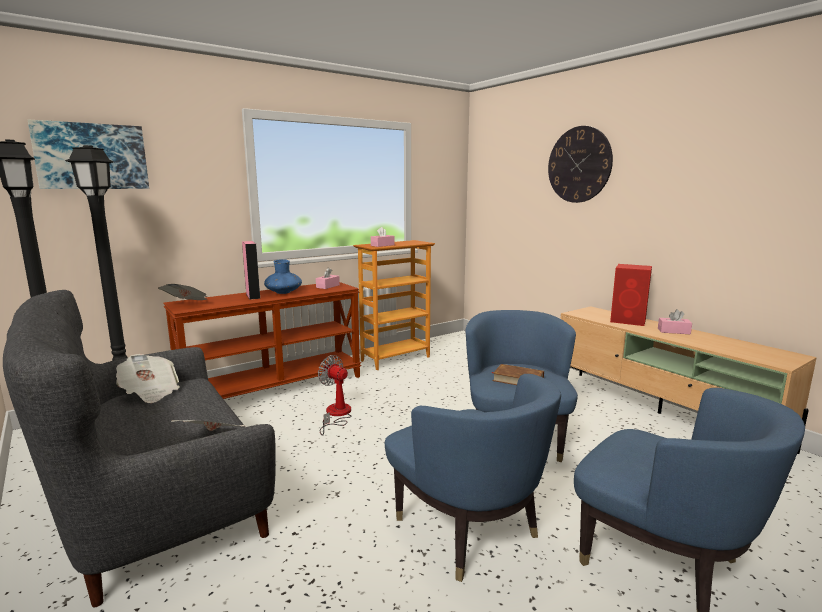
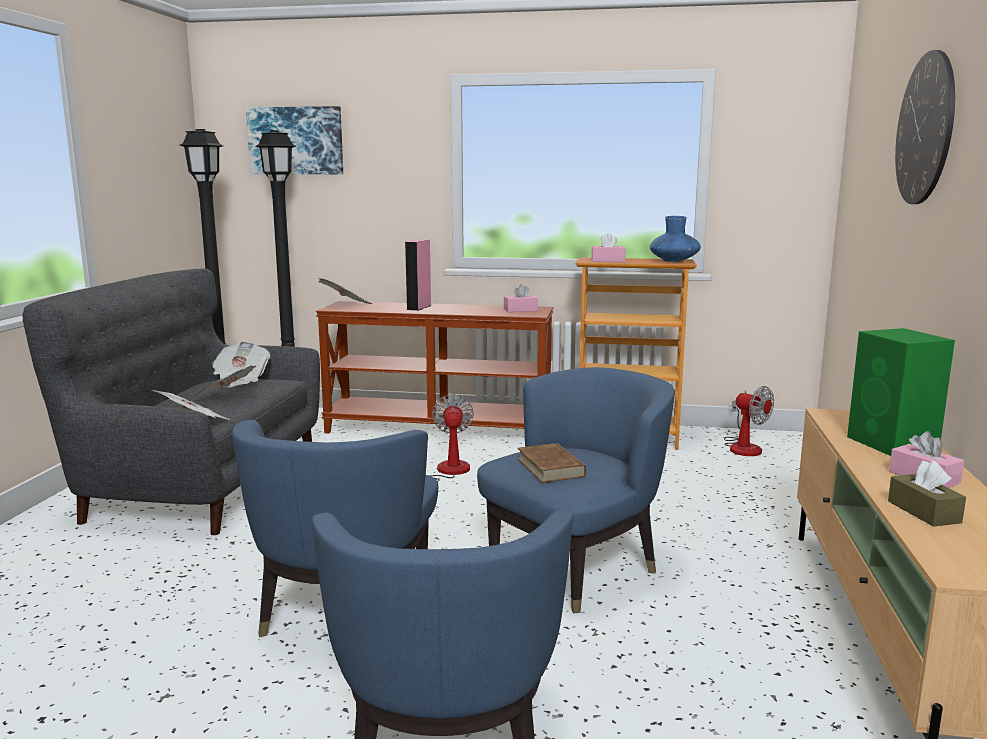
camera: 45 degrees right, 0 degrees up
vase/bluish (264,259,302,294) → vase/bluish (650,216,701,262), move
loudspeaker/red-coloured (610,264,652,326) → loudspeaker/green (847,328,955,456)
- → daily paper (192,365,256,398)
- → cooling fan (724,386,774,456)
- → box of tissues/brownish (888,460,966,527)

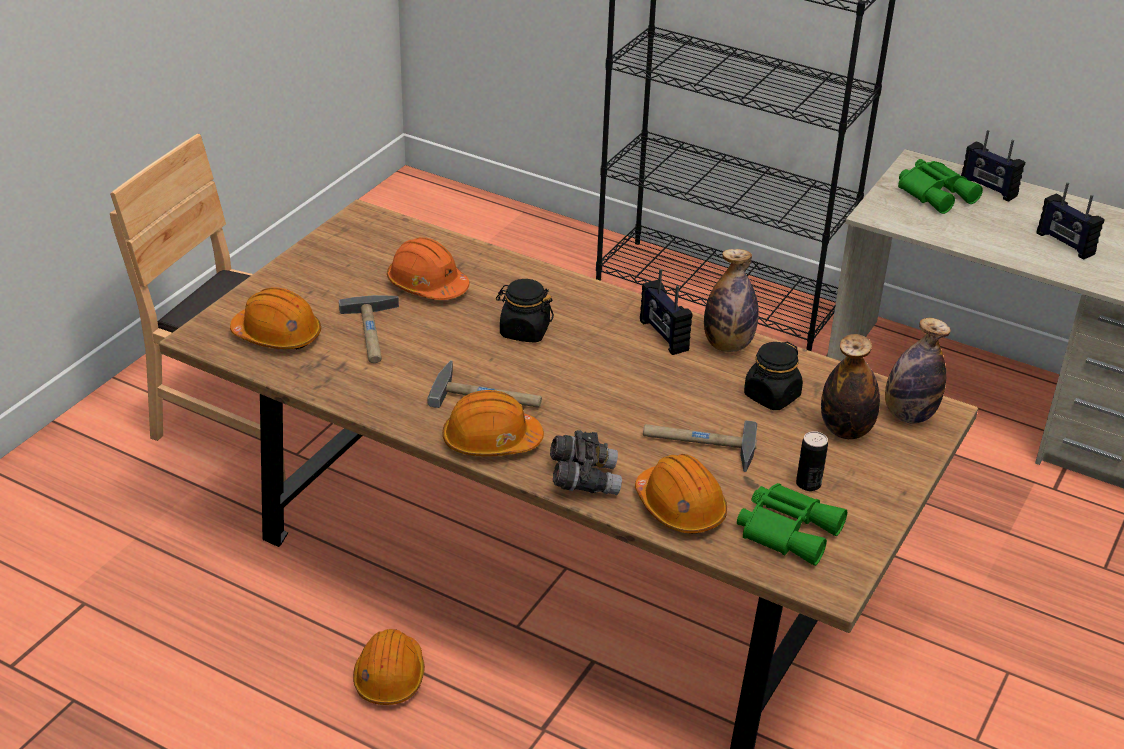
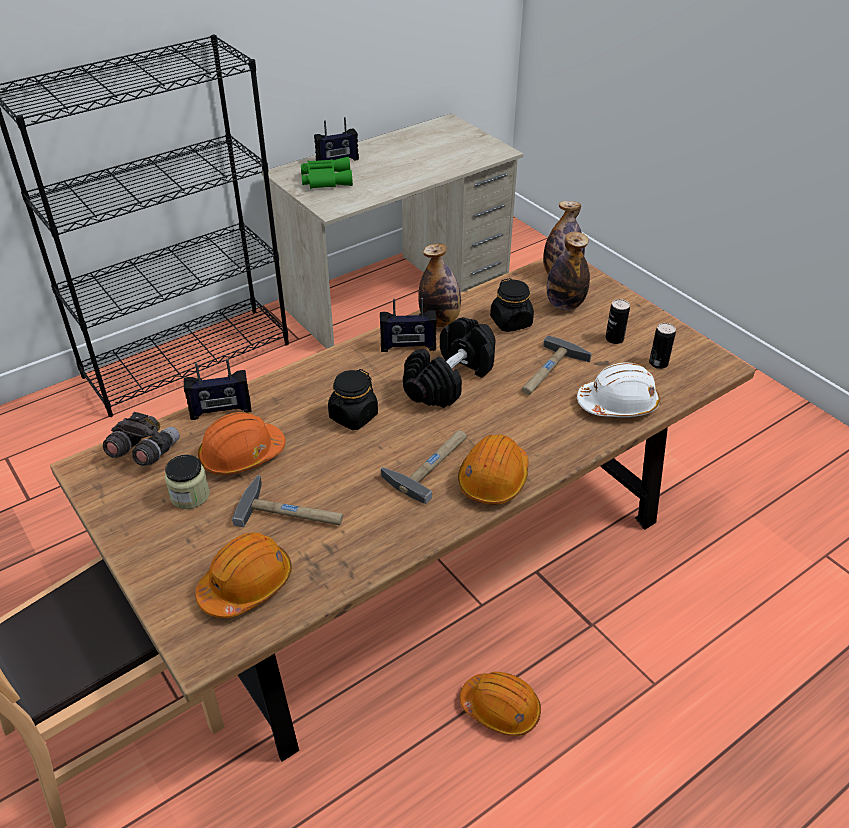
camera: 65 degrees left, 5 degrees up
radio (1037,182,1105,259) → radio (184,359,251,420), move
pair of binoculars/gray (550,430,622,495) → pair of binoculars/gray (103,412,180,466), move
safety helmet/orange-coloured (635,454,727,534) → safety helmet/white (577,362,660,417)
pair of binoculars/green (737,483,847,566) → sealed can (649,323,676,369)
- → dumbbell/black-coloured (403,317,496,408)
- → storage jar (165,455,209,509)

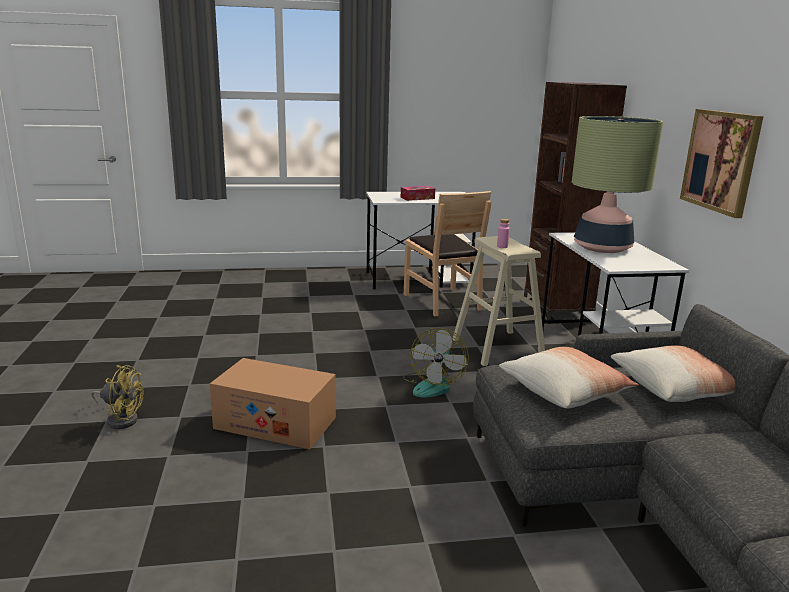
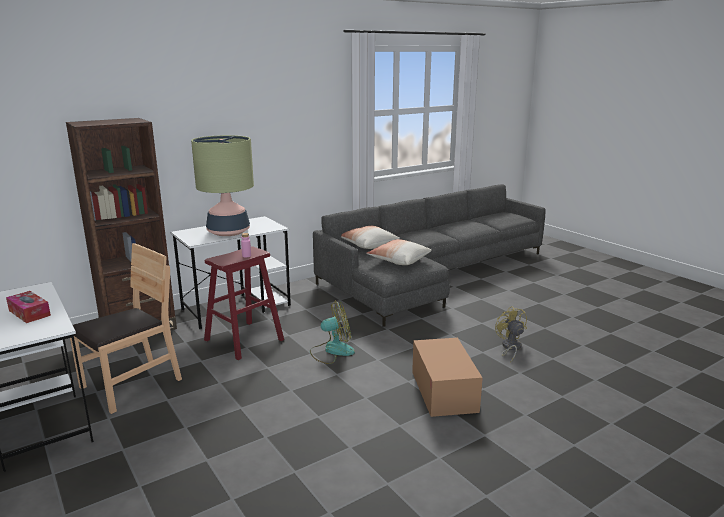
camera: 115 degrees left, 0 degrees up
wall picture (680,109,764,218) → -
stool/beige-coloured (452,236,545,366) → stool/red-coloured (204,247,284,360)
cooling fan/yellow-coloured (91,365,144,429) → cooling fan/yellow-coloured (495,306,527,363), move

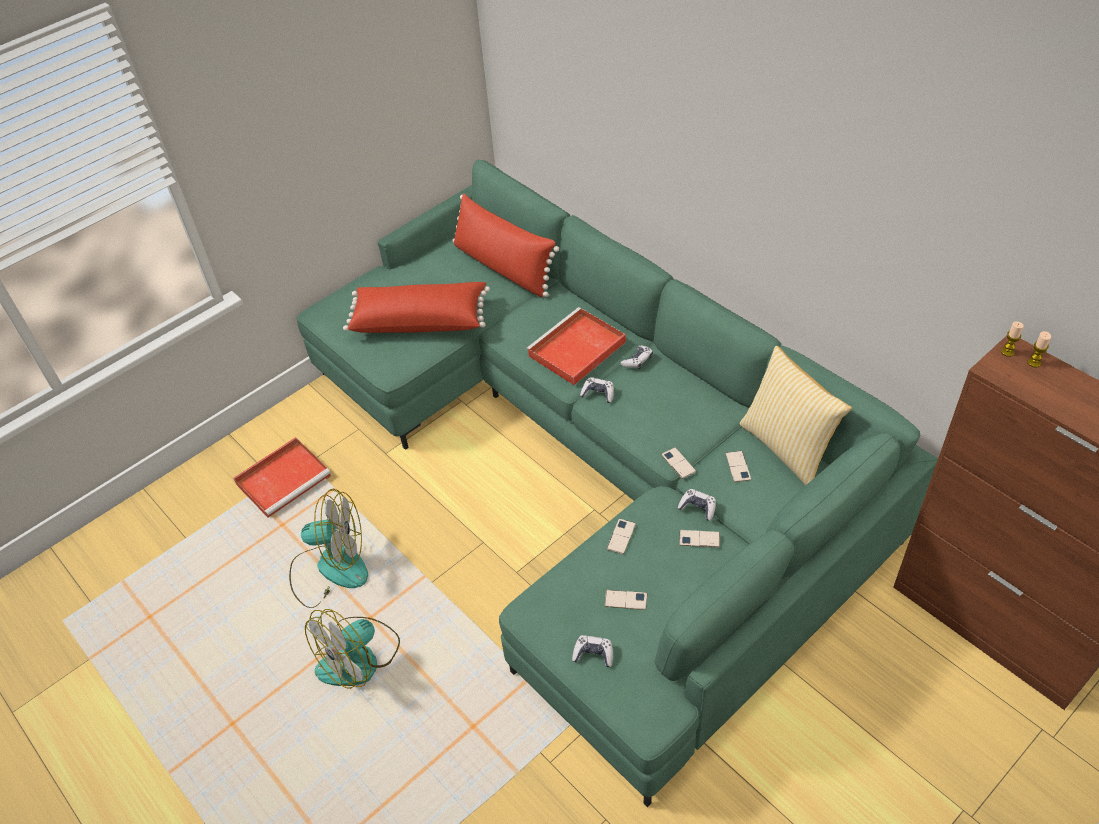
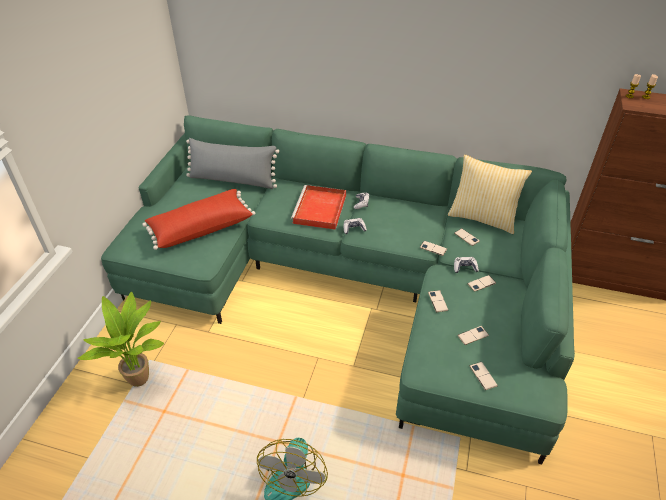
camera: 35 degrees left, 5 degrees down
throw pillow/red-coloured (452,193,559,297) → throw pillow/gray (186,138,279,189)
carrying tray/red-coloured (233,437,331,518) → potted plant (77,292,164,387)
cooling fan (289,489,368,608) → -
joypad (572,635,613,667) → phone (470,362,498,390)

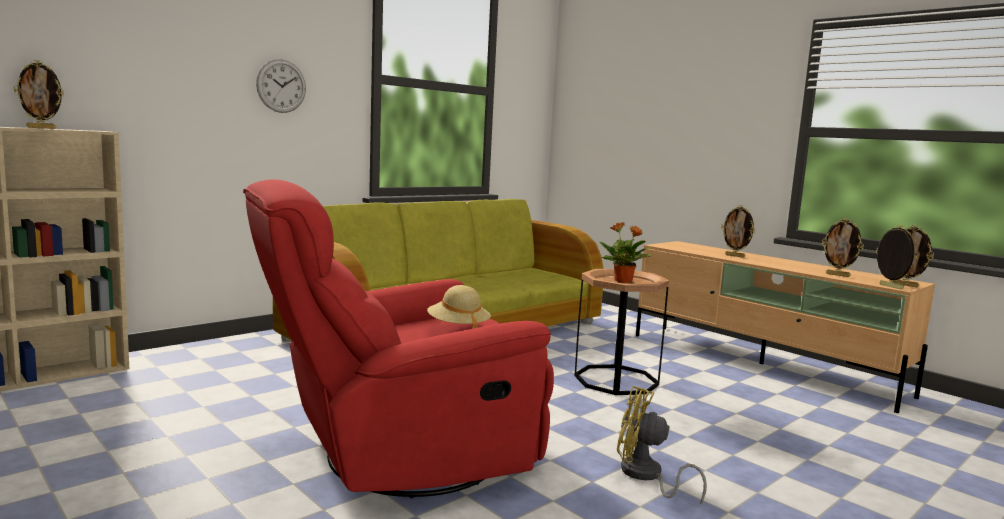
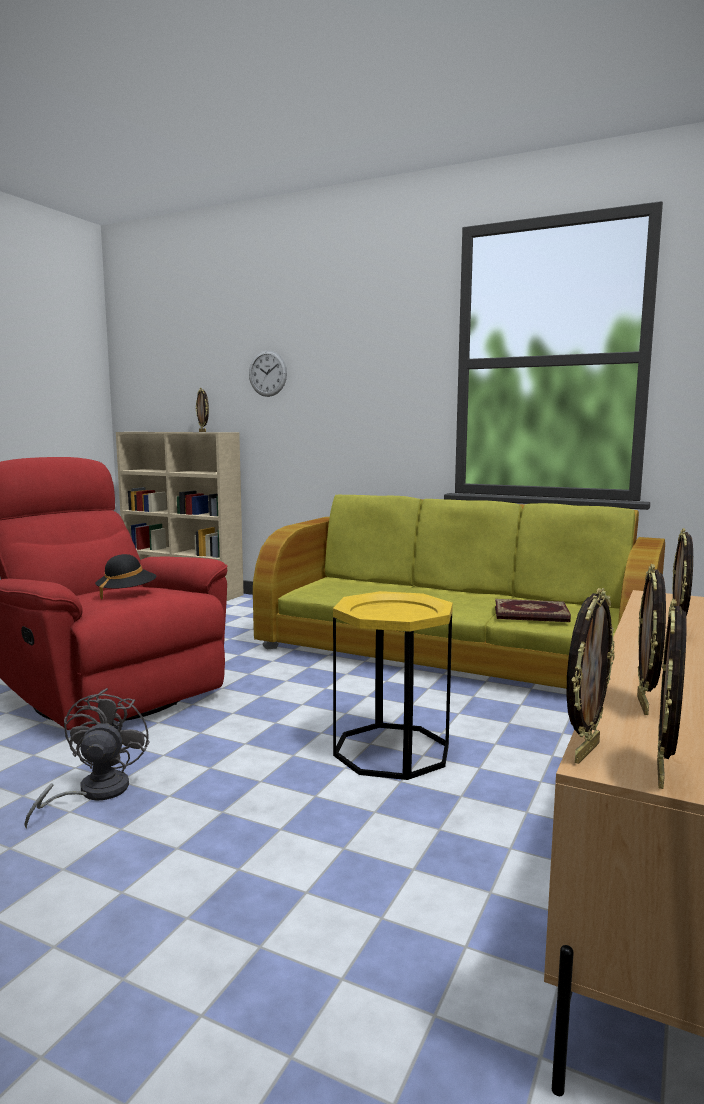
camera: 70 degrees right, 0 degrees up
hanging clock (256,59,306,113) → hanging clock (249,350,287,397), move
potted plant (600,222,652,283) → -
accent table/brownish (574,269,669,395) → accent table/yellow-coloured (333,591,453,780)
wearable hat/beige-coloured (427,285,491,329) → wearable hat/black-coloured (95,554,157,599)
cooling fan/yellow-coloured (617,386,707,505) → cooling fan/gray (24,688,150,829)
- → book (495,599,571,622)

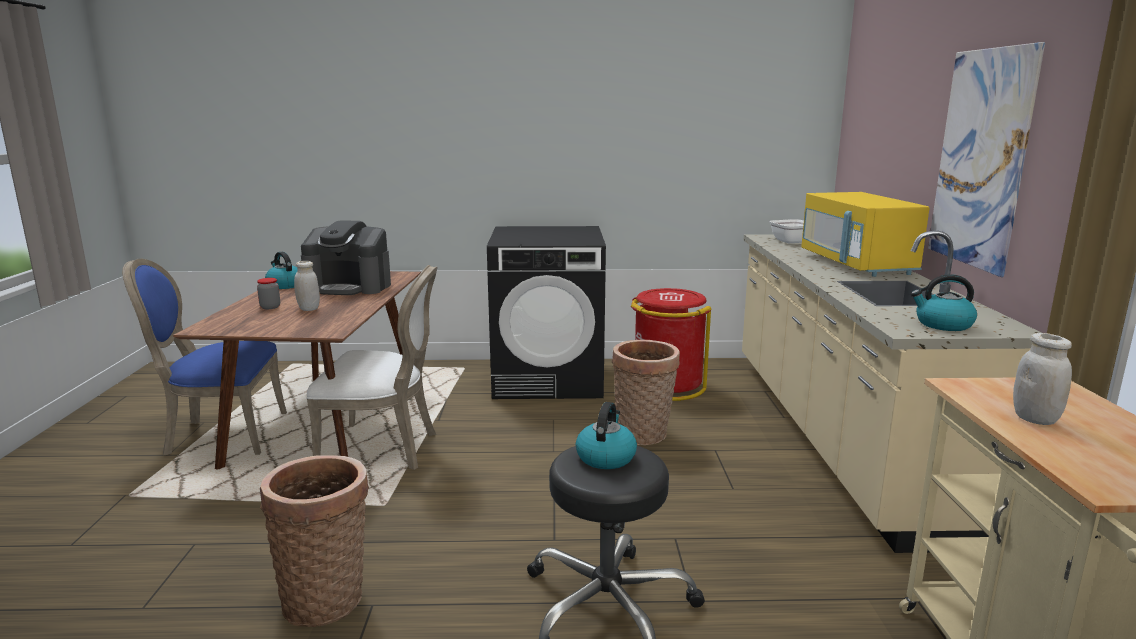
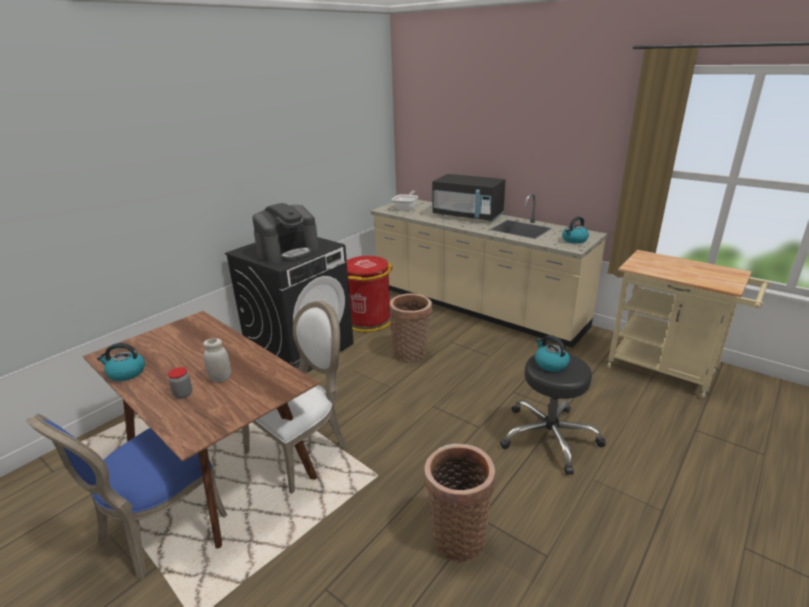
camera: 50 degrees left, 10 degrees up
wall picture (928,42,1045,277) → -
microwave/yellow-coloured (801,192,930,277) → microwave/black-coloured (432,174,505,222)
coffee machine (301,220,391,295) → coffee machine (252,203,319,263), move
storage jar/white (1013,333,1072,425) → -

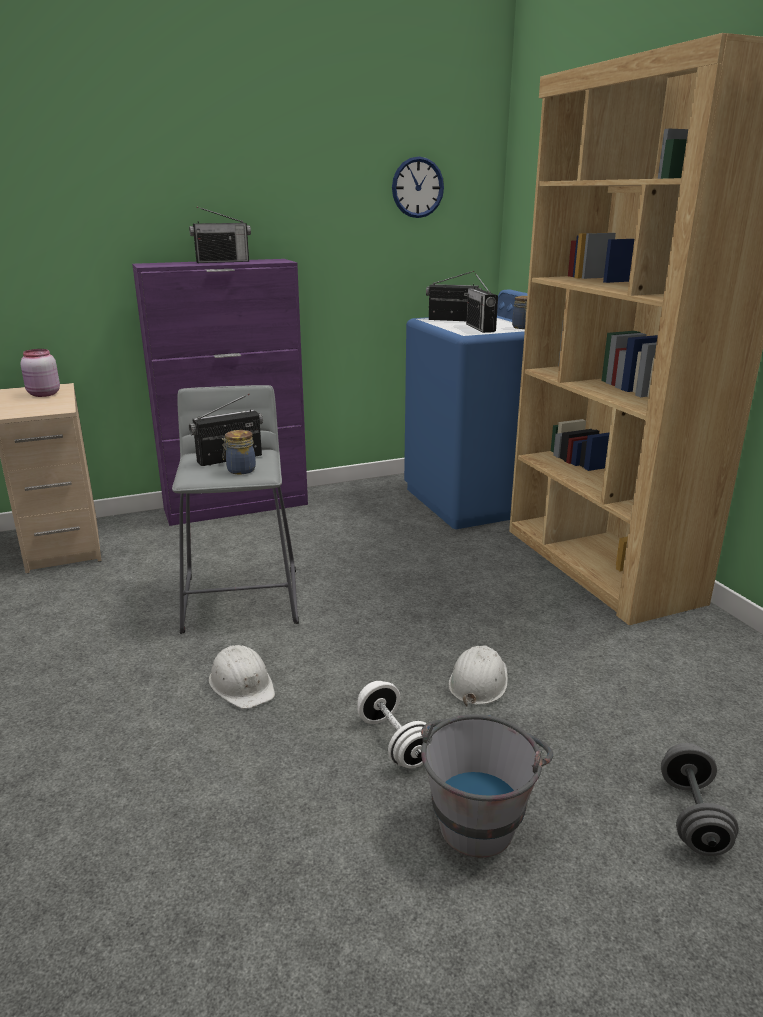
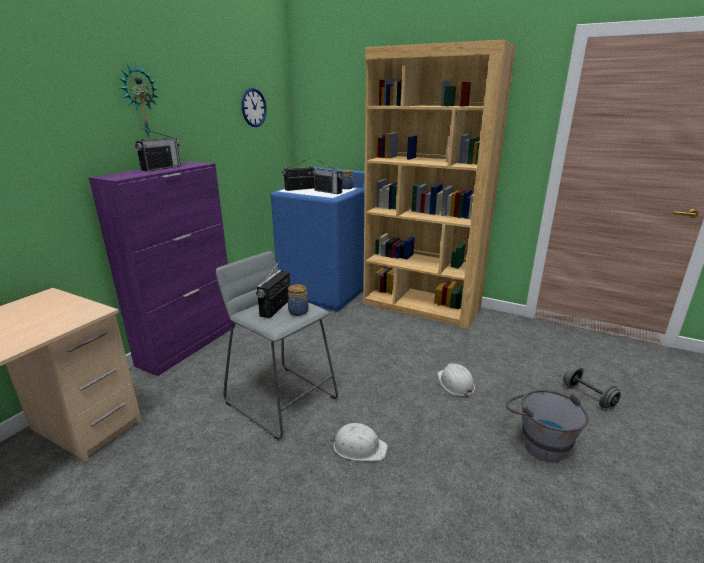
camera: 40 degrees left, 0 degrees up
storage jar/pinkish (21,349,60,397) → -
dumbbell/white (357,681,427,768) → -
- → hanging clock (119,63,159,140)

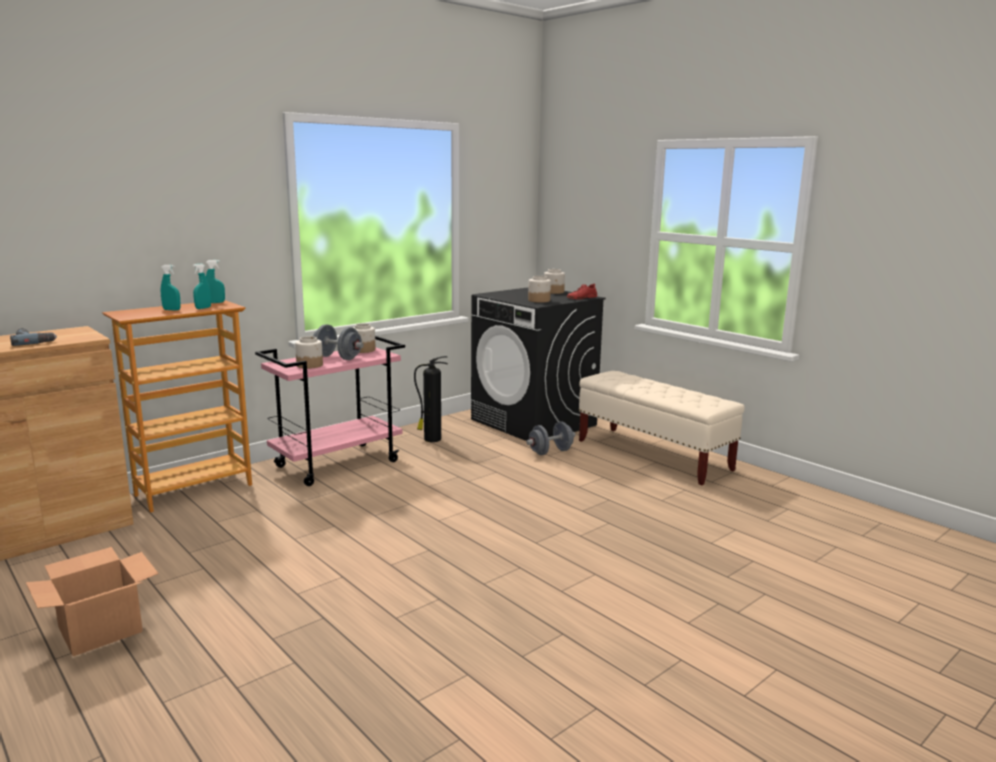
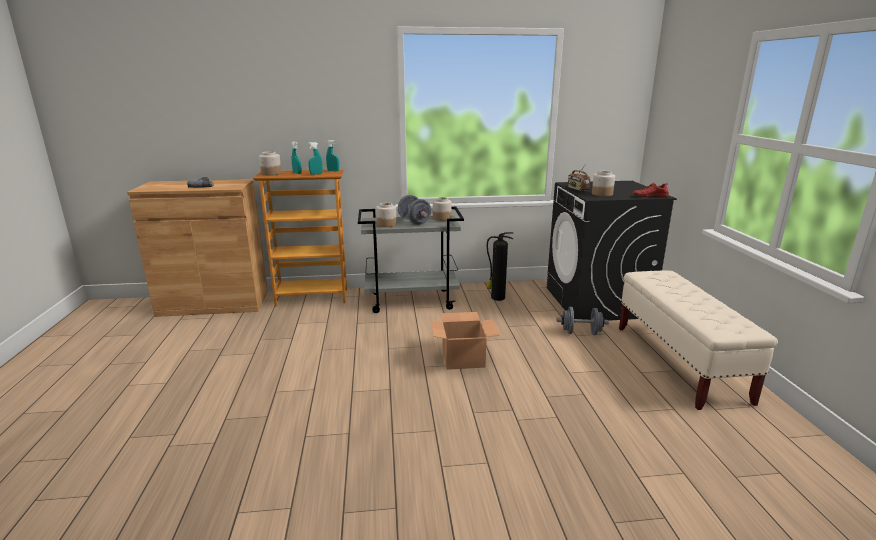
camera: 35 degrees right, 5 degrees up
storage jar (544,269,565,294) → storage jar (259,151,282,176), move
cart/pinkish (255,336,405,486) → cart/gray (358,207,464,313)
carton (26,547,159,656) → carton (430,312,500,370), move
- → radio (568,164,590,191)

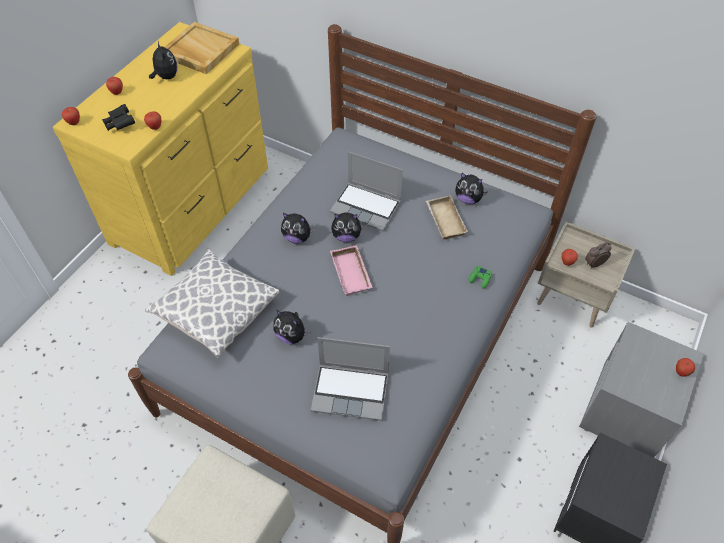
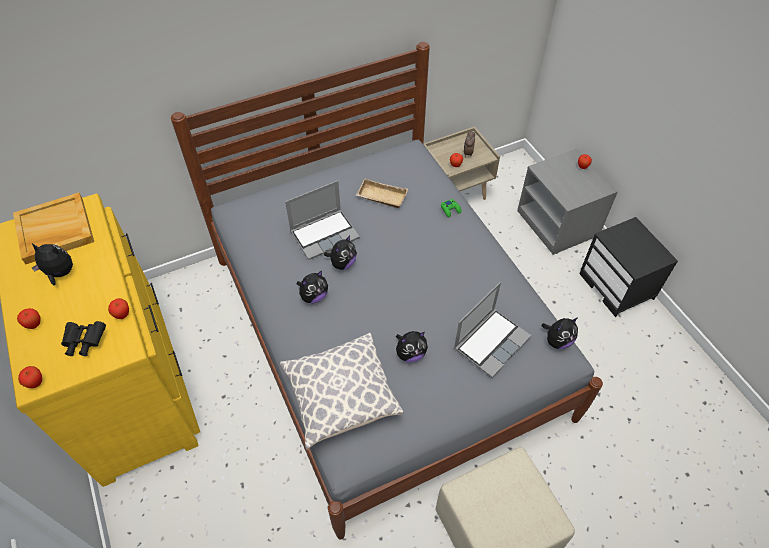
camera: 55 degrees left, 0 degrees up
soft toy (455,173,488,204) → soft toy (542,317,578,349), move
carrying tray/pinkish (330,245,373,296) → -

